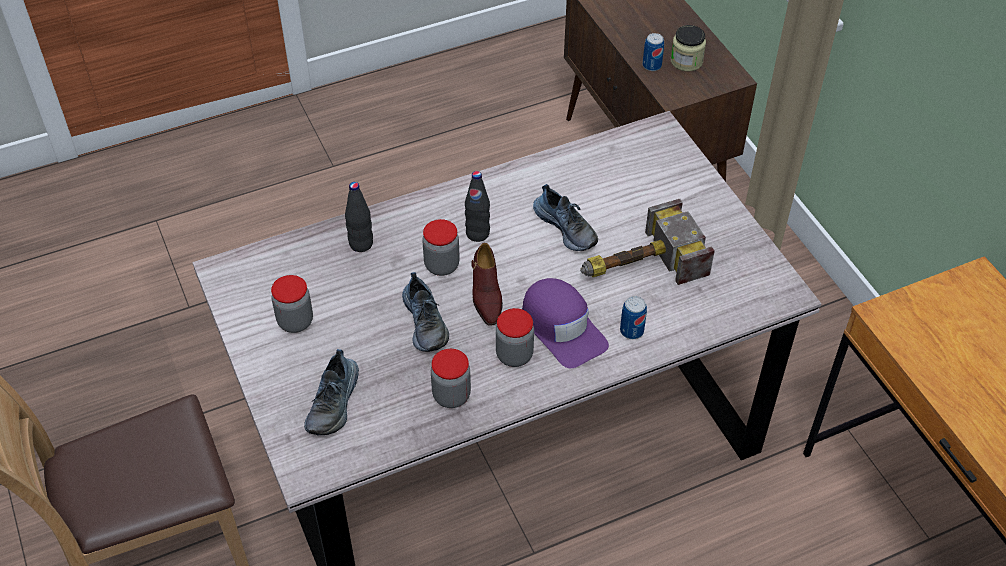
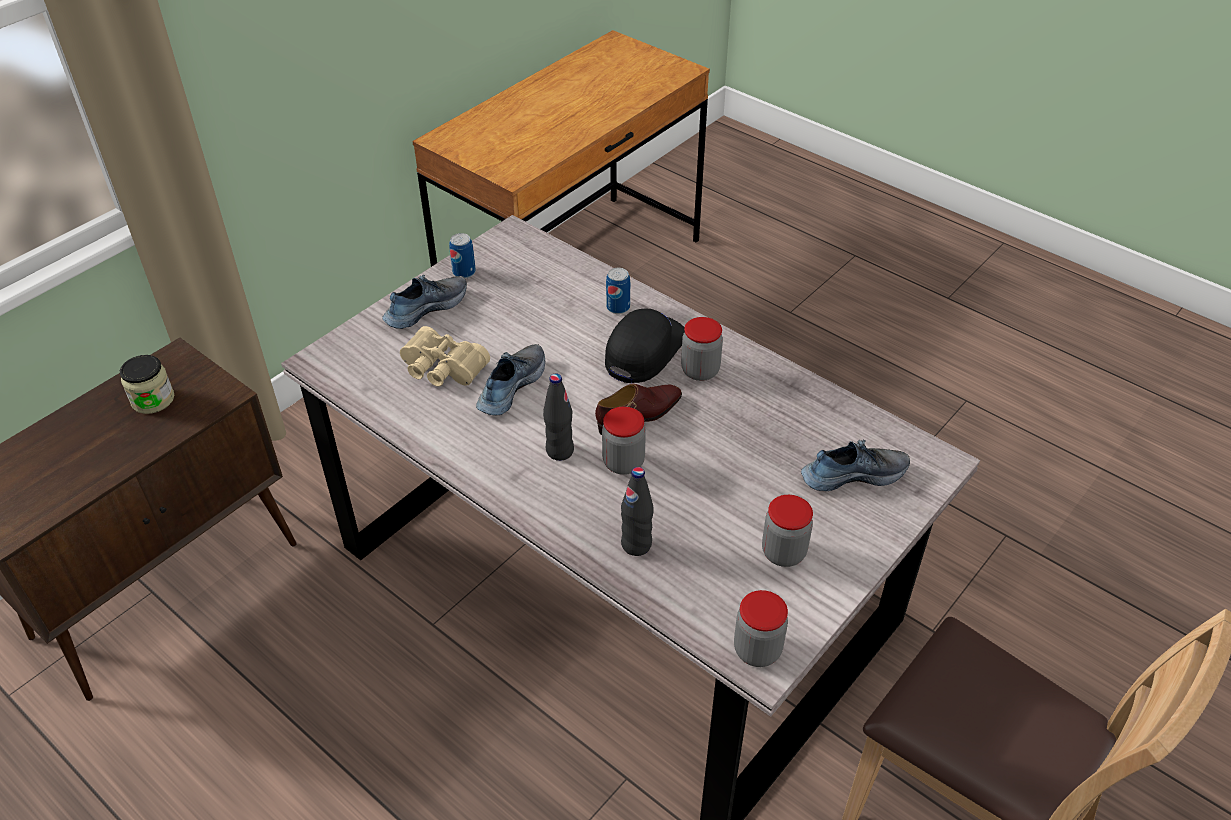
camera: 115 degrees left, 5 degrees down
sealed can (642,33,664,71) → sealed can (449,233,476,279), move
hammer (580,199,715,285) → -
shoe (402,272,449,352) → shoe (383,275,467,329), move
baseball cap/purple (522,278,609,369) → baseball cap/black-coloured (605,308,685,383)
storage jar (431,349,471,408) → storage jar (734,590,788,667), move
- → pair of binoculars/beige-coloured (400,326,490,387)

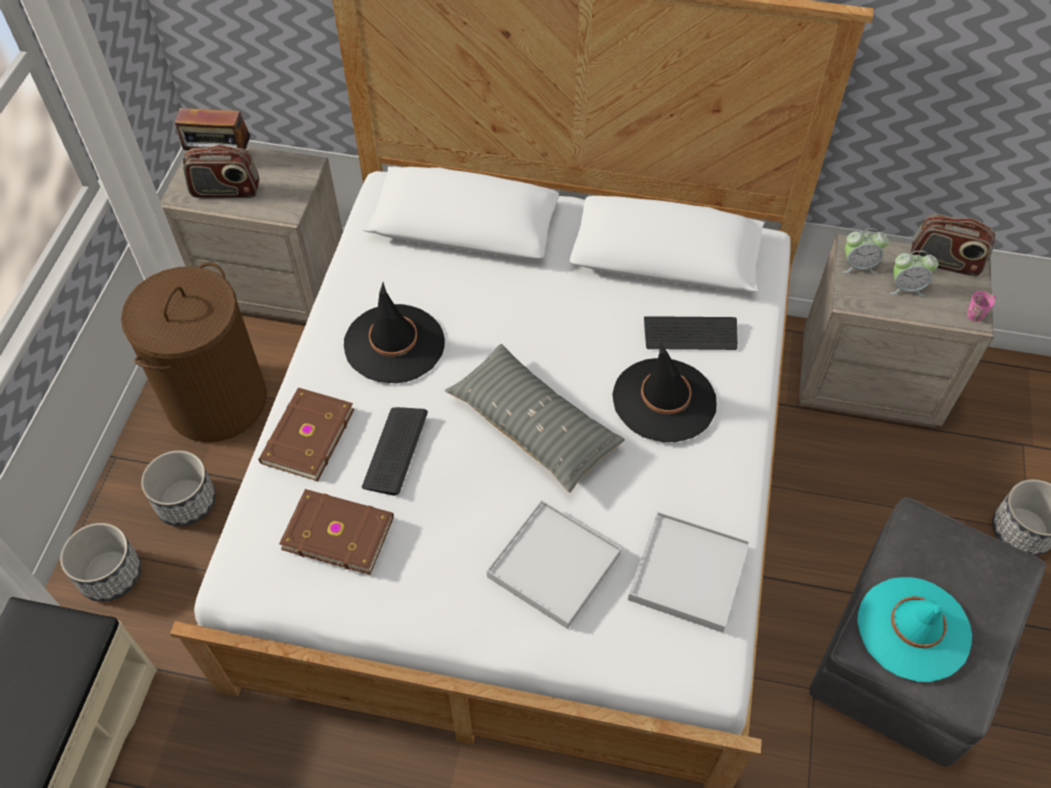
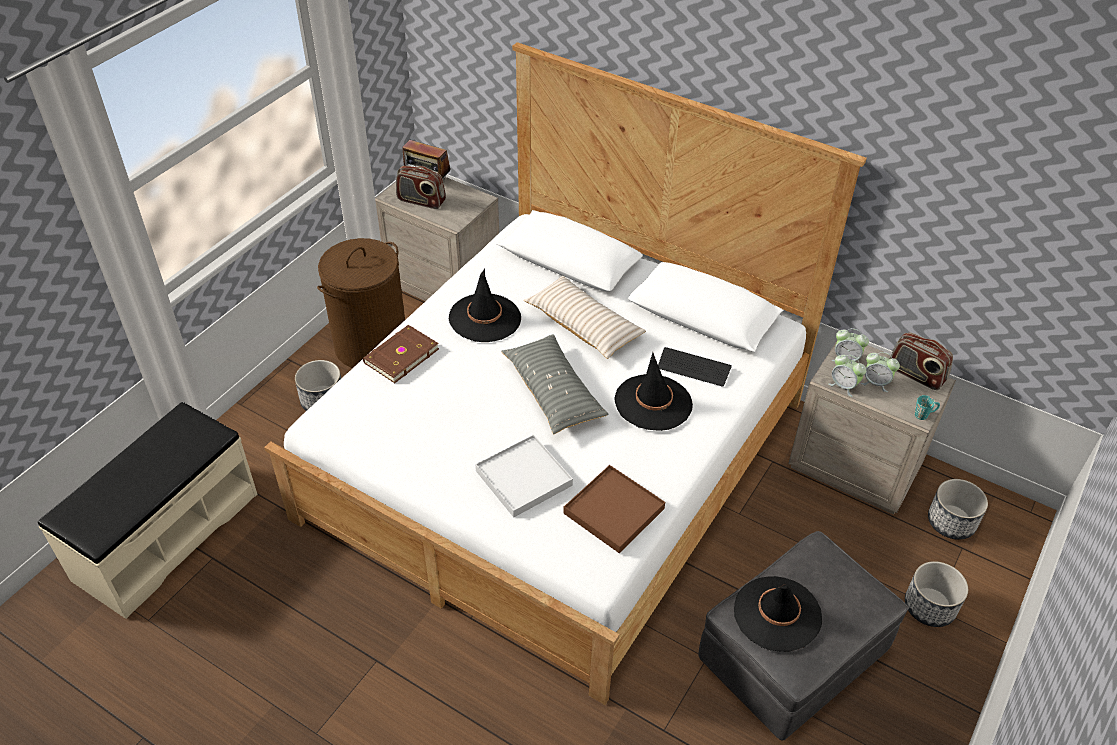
camera: 20 degrees right, 10 degrees down
mug/pinkish (967,291,996,322) → mug/turquoise-coloured (915,395,940,420)
PC keyboard (362,407,428,496) → -
book/brownish (279,489,394,575) → -
carrying tray/white (628,511,750,633) → carrying tray/brownish (563,465,665,553)
flower pot (60,523,141,602) → flower pot (928,479,988,540), move
wearable hat/turquoise-coloured (857,577,972,682) → wearable hat/black-coloured (734,576,822,652)
- → throw pillow/beige-coloured (524,276,646,359)
- → table clock (828,355,866,397)

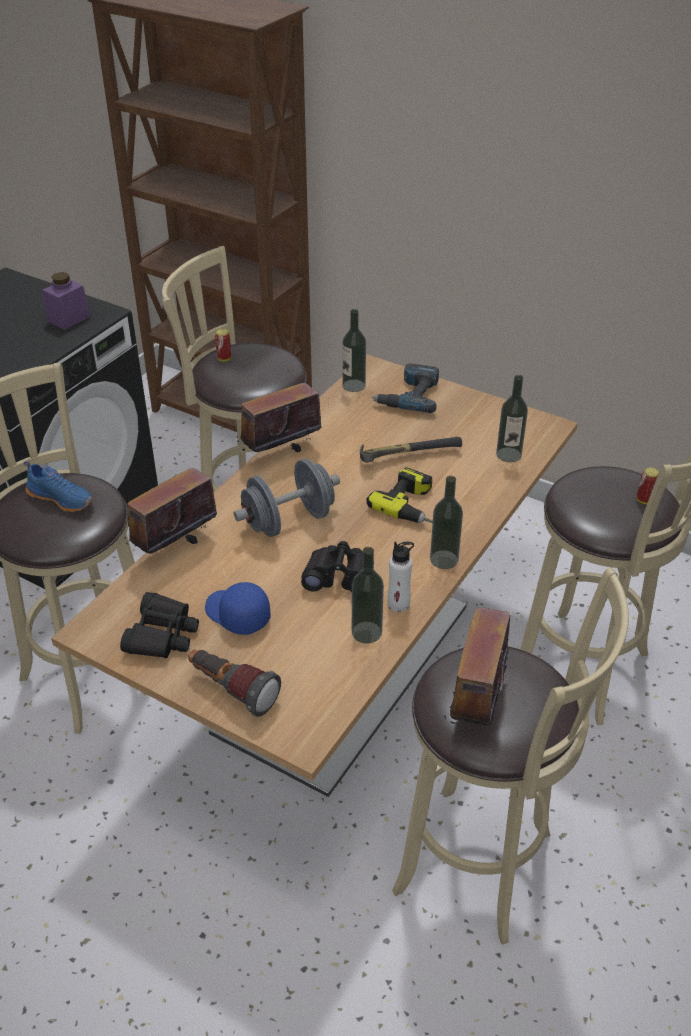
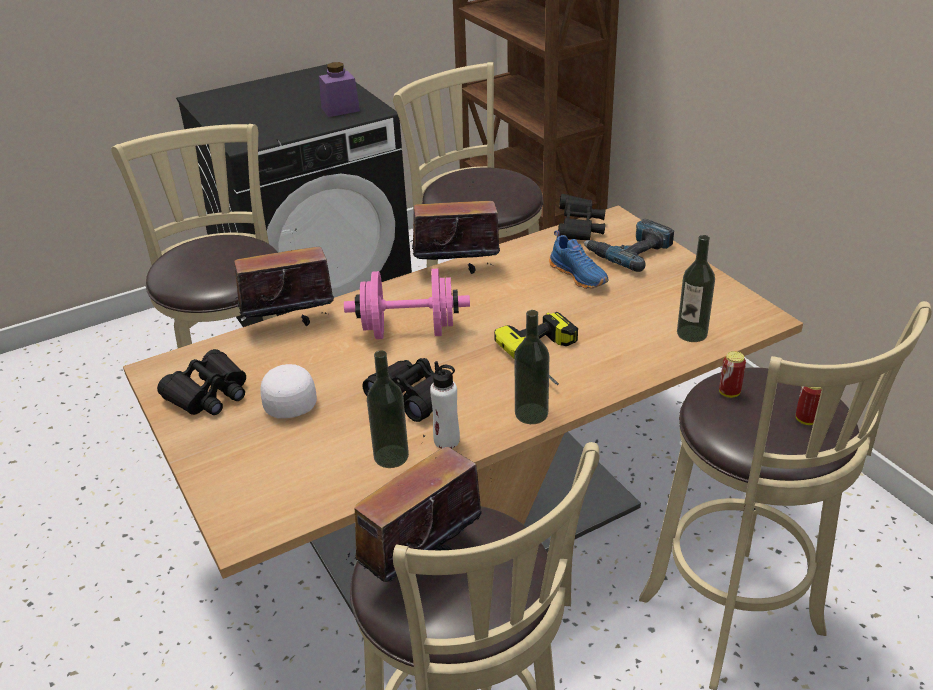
camera: 30 degrees right, 5 degrees down
drink bottle (342,309,366,392) → pair of binoculars/black-coloured (558,194,605,240)
sealed can (215,329,231,361) → sealed can (719,351,746,398), move
hammer (360,437,462,463) → -
dumbbell/gray (234,458,340,537) → dumbbell/pinkish (344,268,470,339)
shoe/bluish (24,460,93,512) → shoe/bluish (549,230,609,289), move
baseball cap/bluish (205,582,270,635) → baseball cap/white (260,364,317,419)
hand torch (188,650,281,717) → -

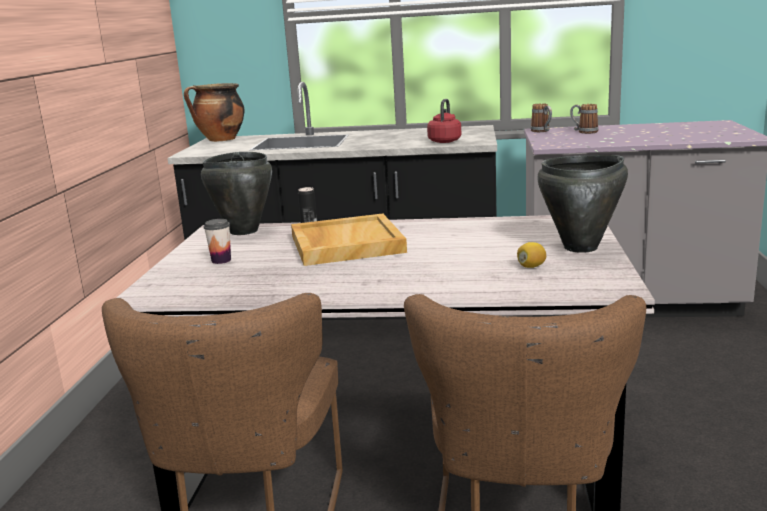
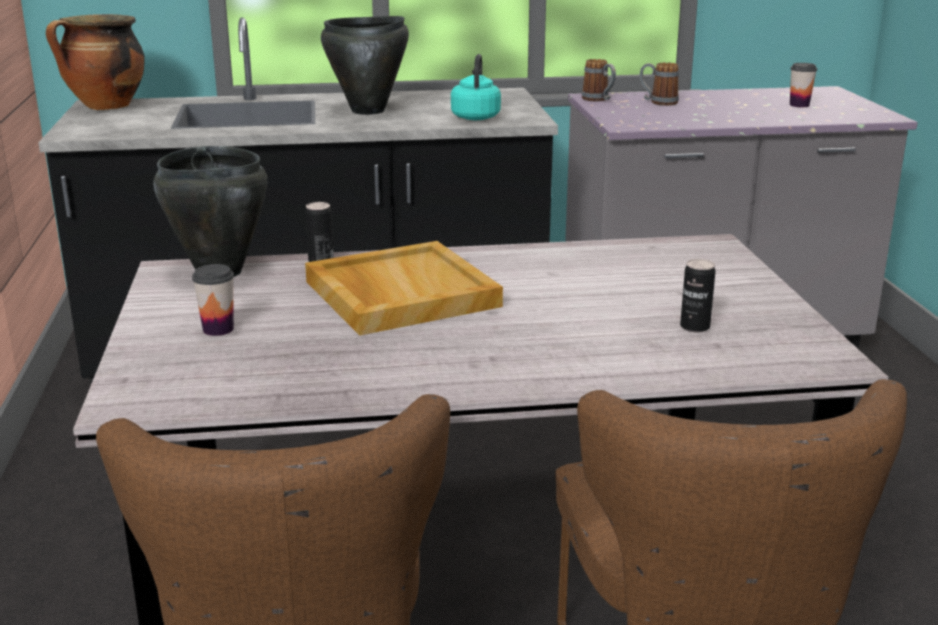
camera: 15 degrees left, 5 degrees up
kettle/red-coloured (427,99,461,143) → kettle/turquoise-coloured (451,54,501,120)
cooking pot/black-coloured (537,155,628,253) → cooking pot/black-coloured (321,16,409,115), move
whole lemon (517,242,546,268) → sealed can (680,259,716,332)
- → drinking cup (790,63,817,107)

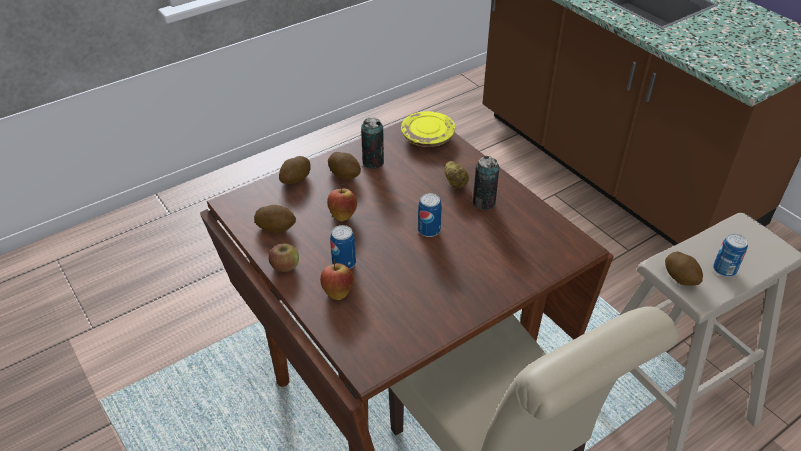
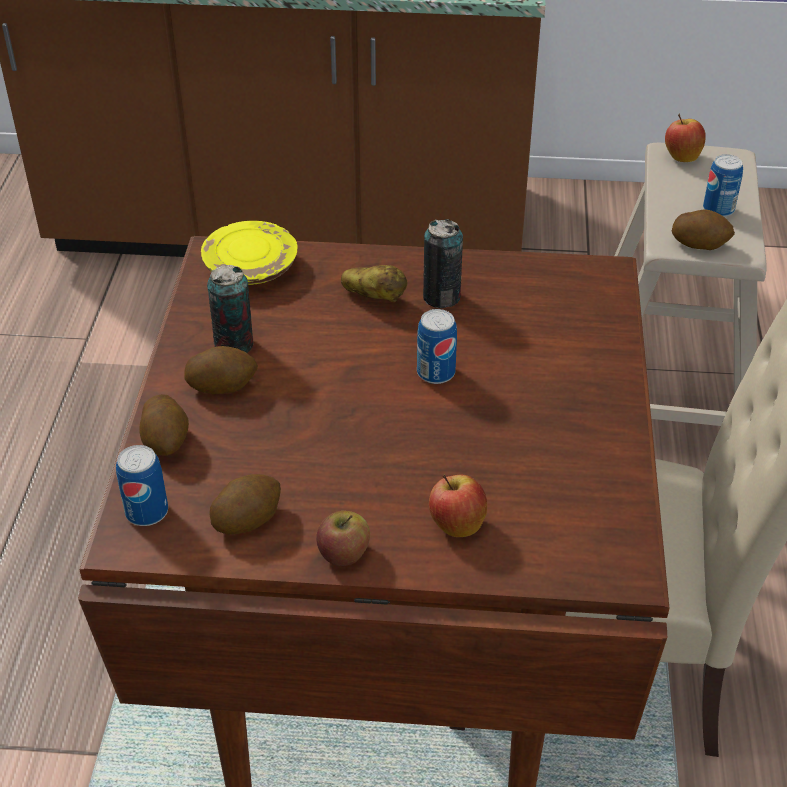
camera: 50 degrees left, 0 degrees up
apple (327,184,357,221) → apple (665,113,706,162), move
sealed can (330,225,356,269) → sealed can (116,445,168,526), move

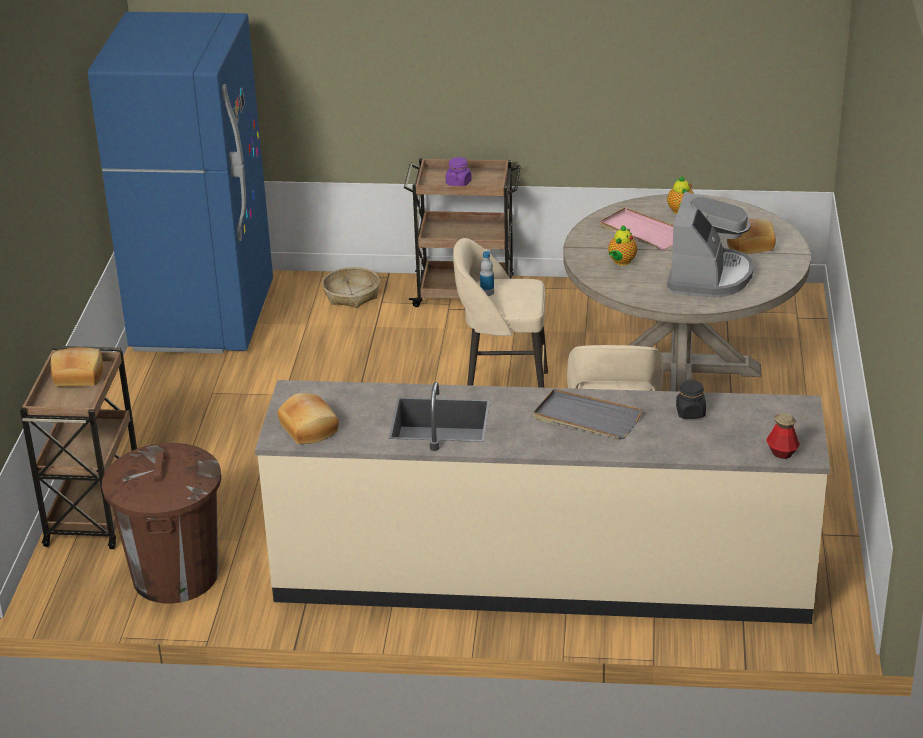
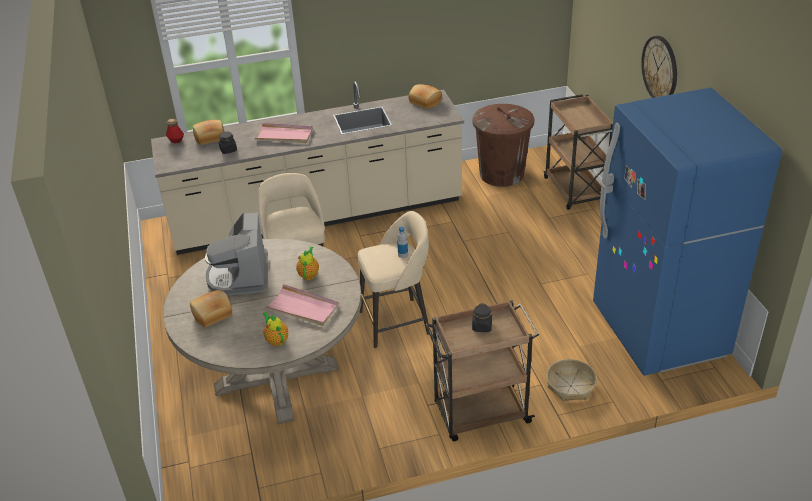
camera: 160 degrees right, 5 degrees up
storage jar/purple (446,157,472,186) → storage jar/black-coloured (472,304,492,332)
baked bread (51,347,103,387) → baked bread (193,120,224,145), move
carrying tray/gray (533,389,642,439) → carrying tray/pinkish (254,123,313,143)
- → hanging clock (641,36,677,98)

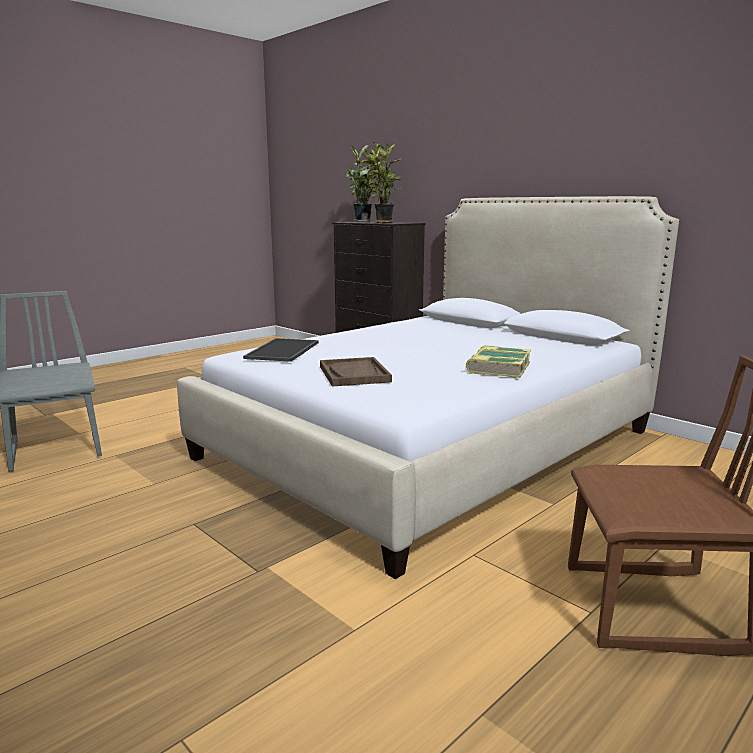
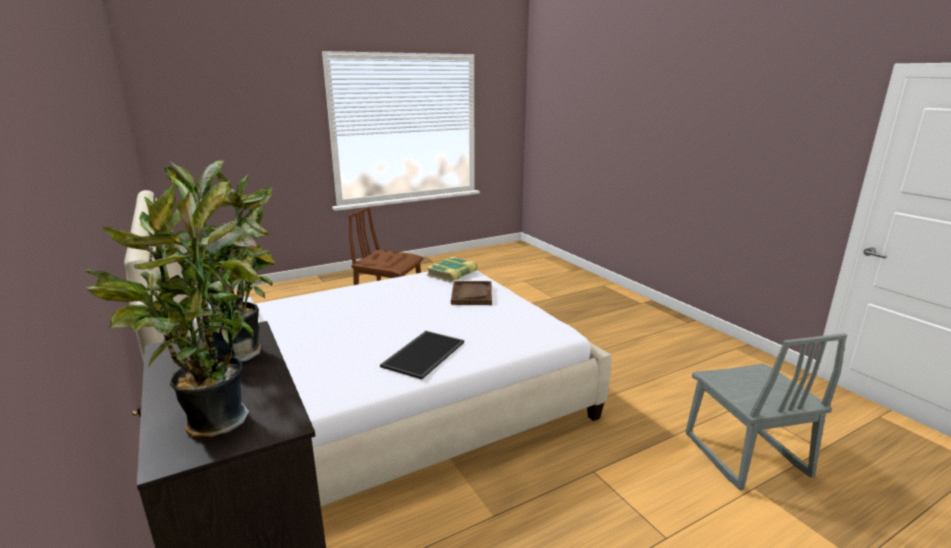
camera: 165 degrees left, 5 degrees up
carrying tray (243,338,319,362) → carrying tray (380,331,464,380), move
book (466,345,531,378) → book (426,257,478,282), move

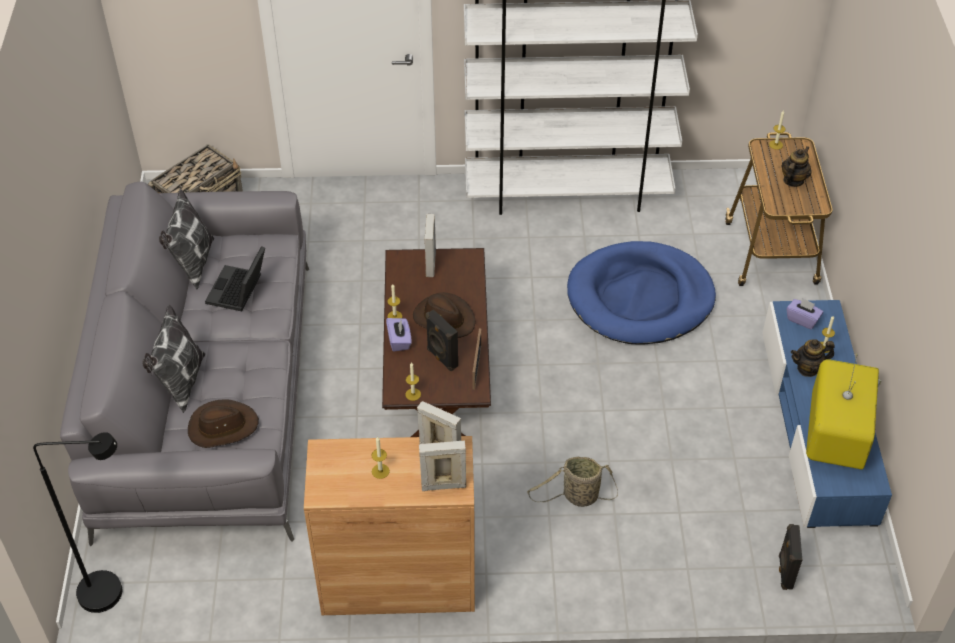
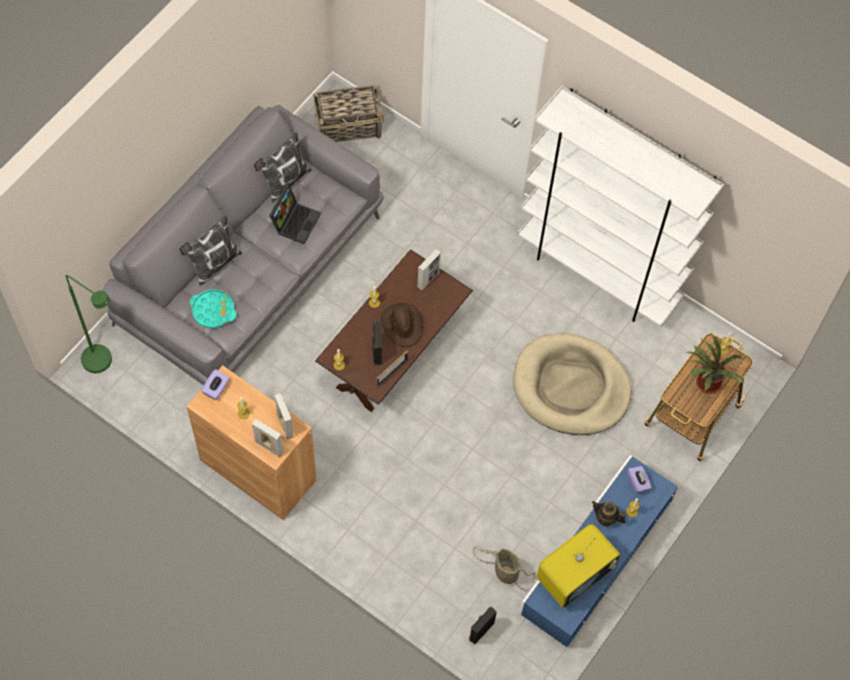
camera: 35 degrees right, 15 degrees up
pot for tea (781,146,812,187) → potted plant (685,332,744,394)
dog cushion/bluish (567,241,716,344) → dog cushion/beige-coloured (513,333,632,435)
notebook computer (205,246,265,312) → notebook computer (269,185,321,244), 150 degrees clockwise
box of tissues/purple (386,318,412,351) → box of tissues/purple (201,369,229,400), move
wearable hat/brownish (188,399,259,448) → carrying tray/turquoise-coloured (190,289,237,328)
floor lamp/black-coloured (33,432,122,613) → floor lamp/green (66,275,112,373)
basket (527,457,618,507) → basket (473,547,536,591), move

